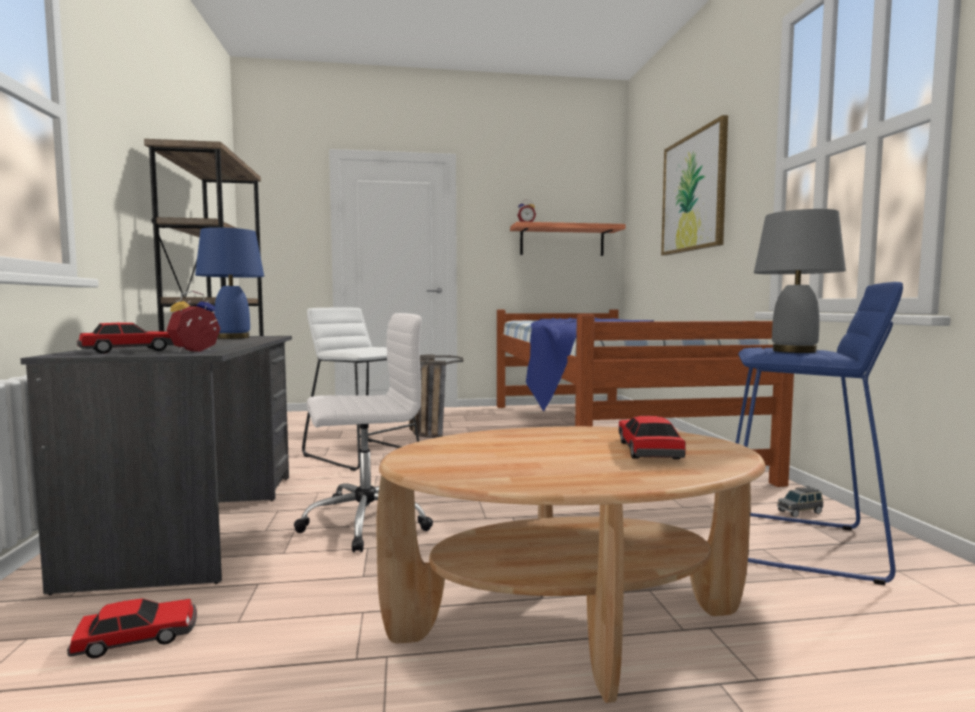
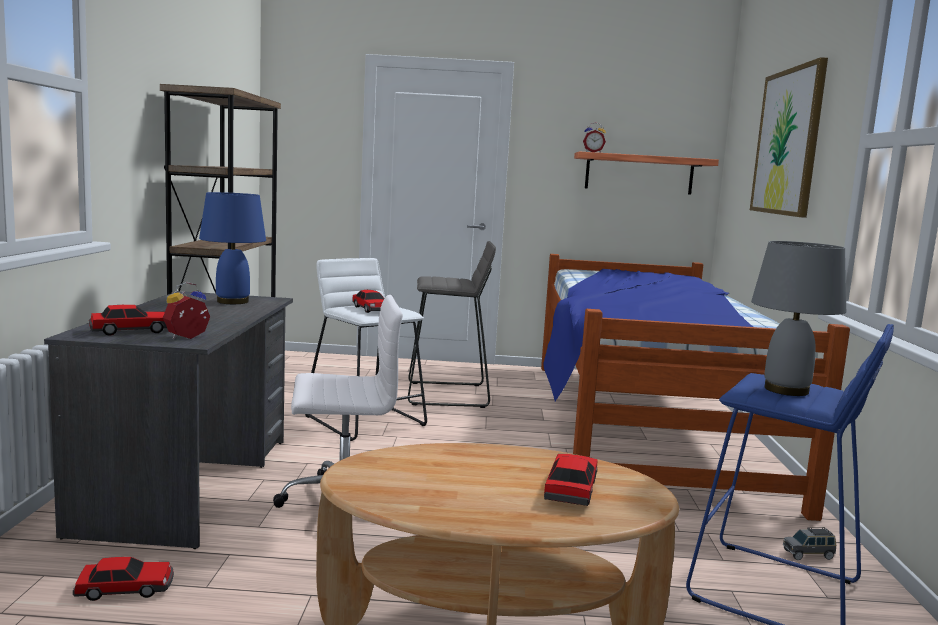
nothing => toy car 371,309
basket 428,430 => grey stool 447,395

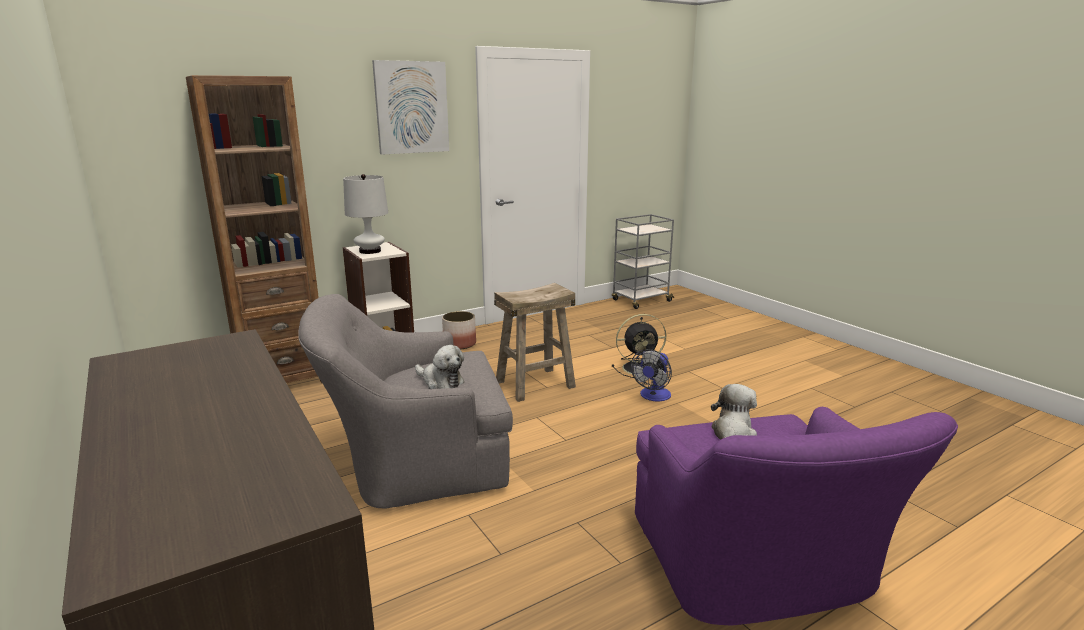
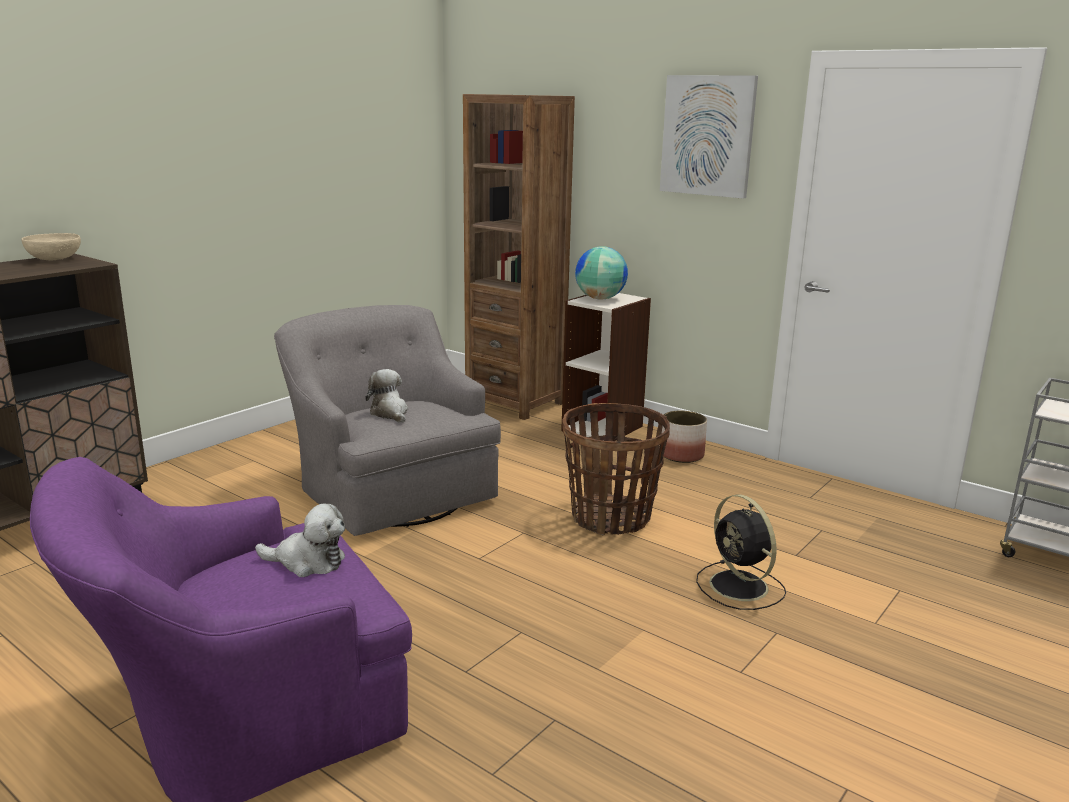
fan 653,396 => nothing
nothing => beige bowl 54,259
white table lamp 370,251 => globe 599,298
beige stool 535,384 => basket 611,517
plush toy 440,381 => plush toy 390,413, 135 degrees clockwise

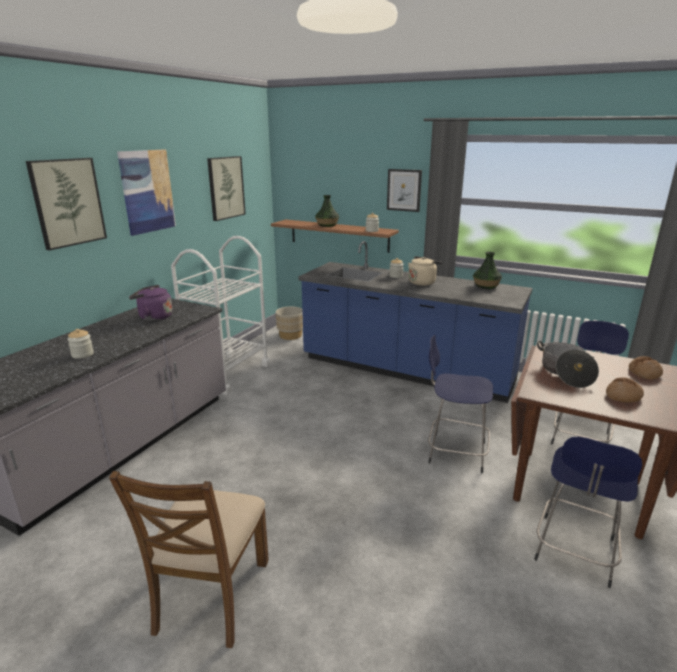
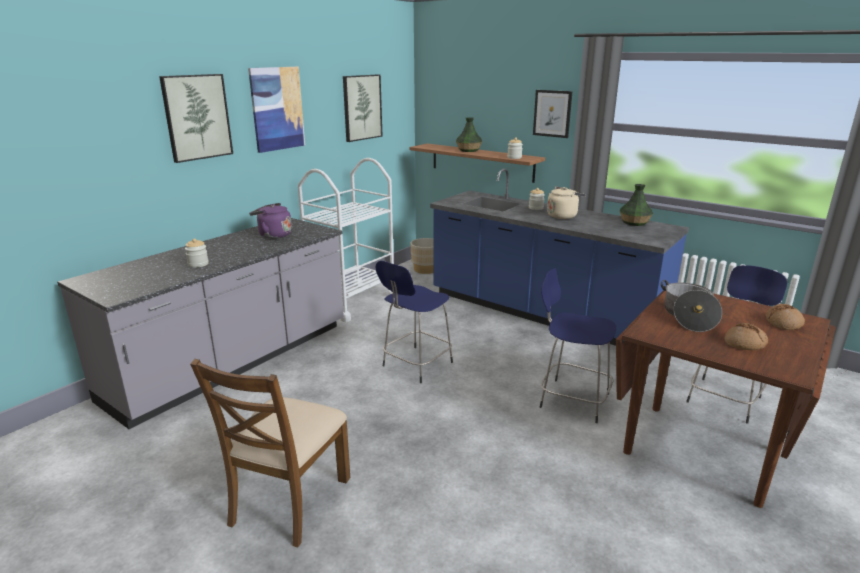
blue stool 574,552 => blue stool 416,365, shifted

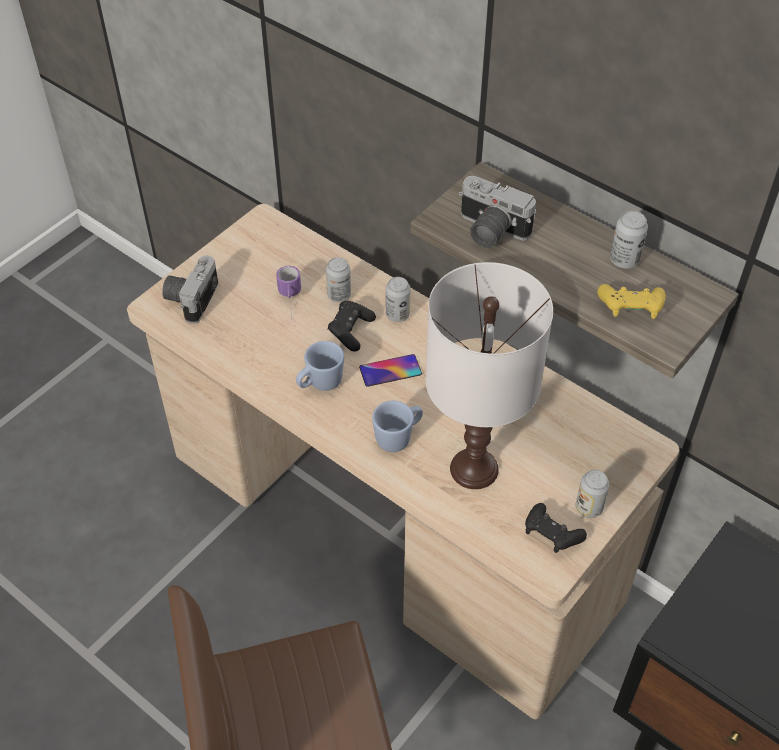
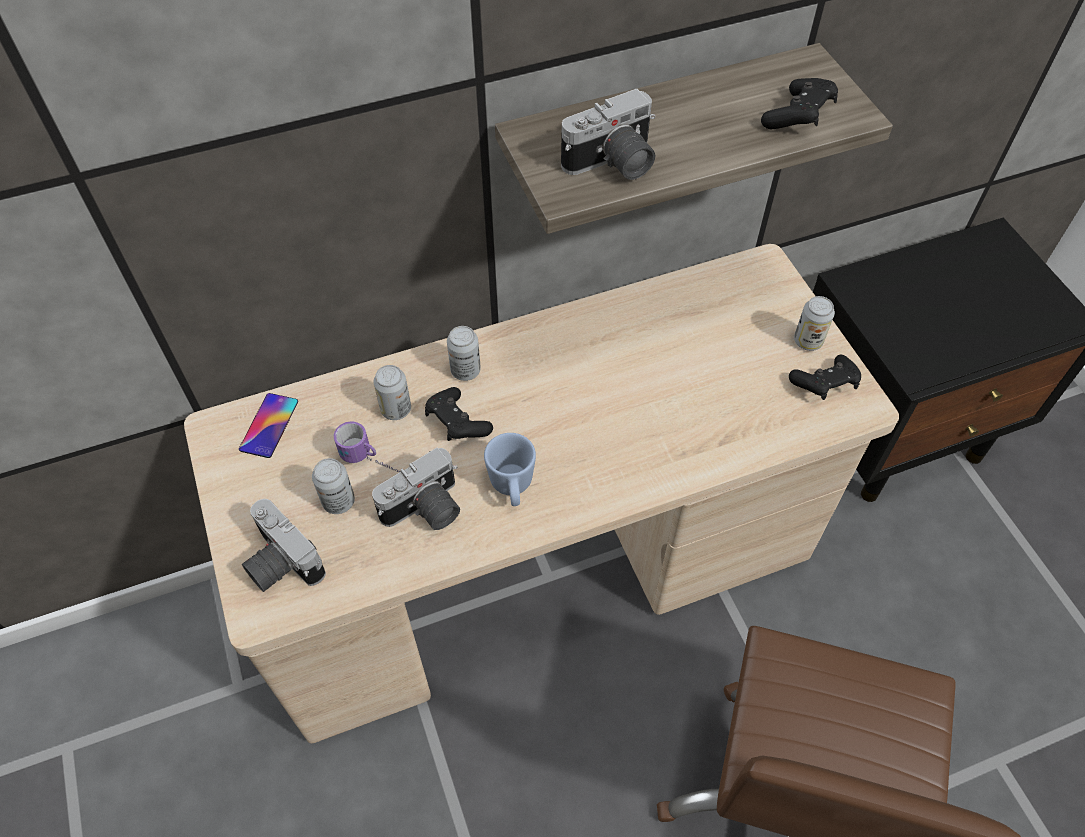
blue mug 398,437 => nothing
white table lamp 475,469 => nothing
nothing => photo camera 425,510
phone 390,371 => phone 269,425, shifted
can 624,260 => can 338,501, shifted
yellow game controller 630,309 => black game controller 798,117

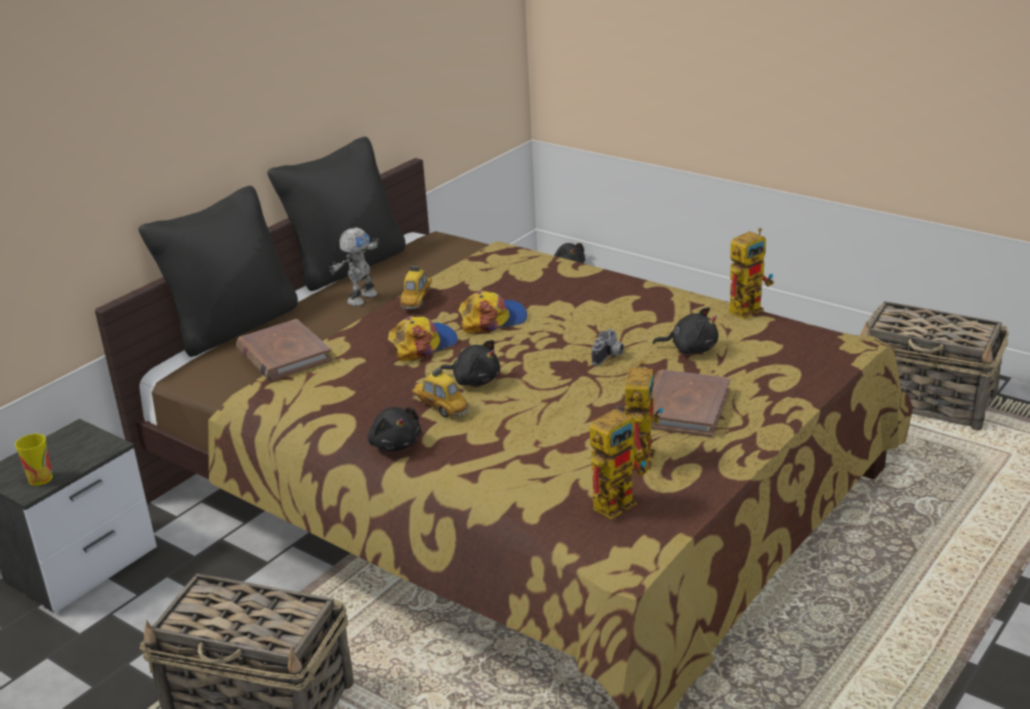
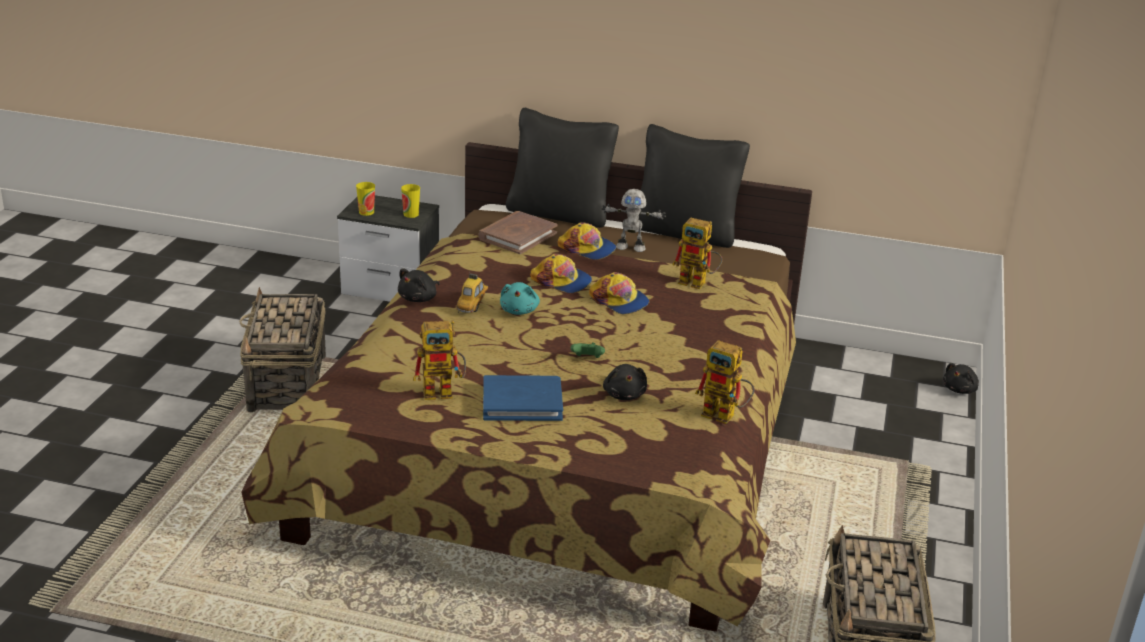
toy car 417,301 => nothing
nothing => cup 411,214
nothing => cap 587,249
toy robot 617,500 => toy robot 698,283, shifted
photo camera 609,357 => green game controller 587,359
black plush toy 474,380 => turquoise plush toy 519,310
brown book 683,408 => blue book 522,402

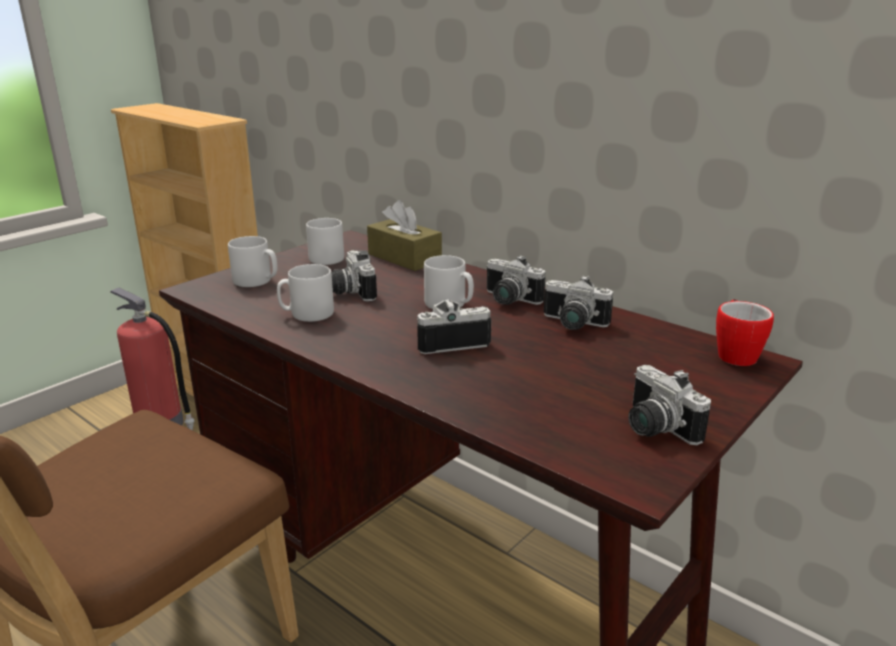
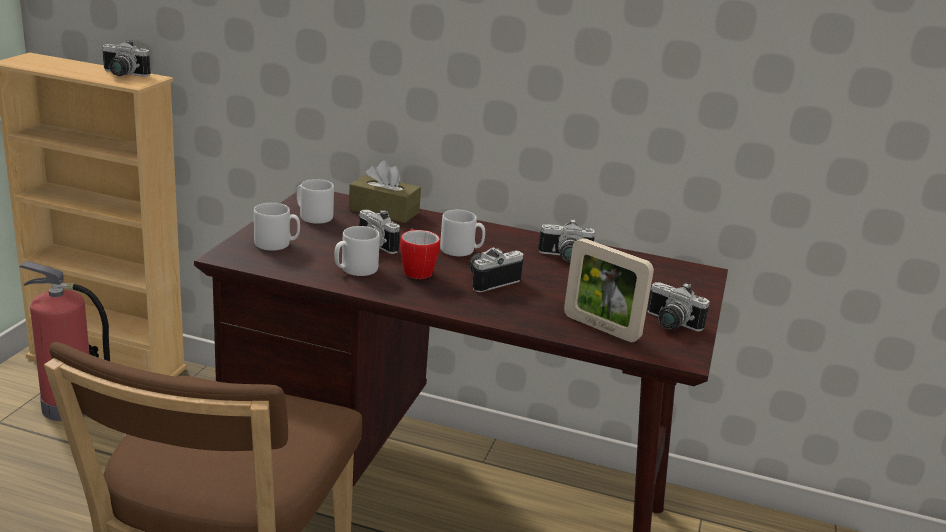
nothing => picture frame 601,328
photo camera 508,300 => photo camera 122,74, shifted
mug 734,354 => mug 416,270, shifted

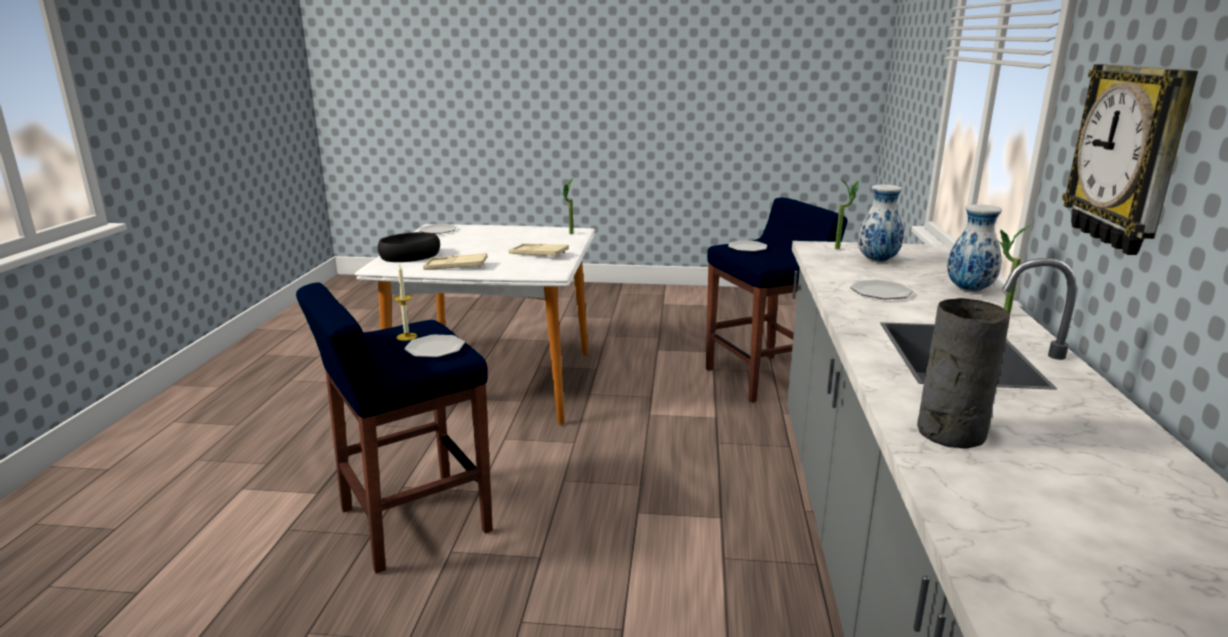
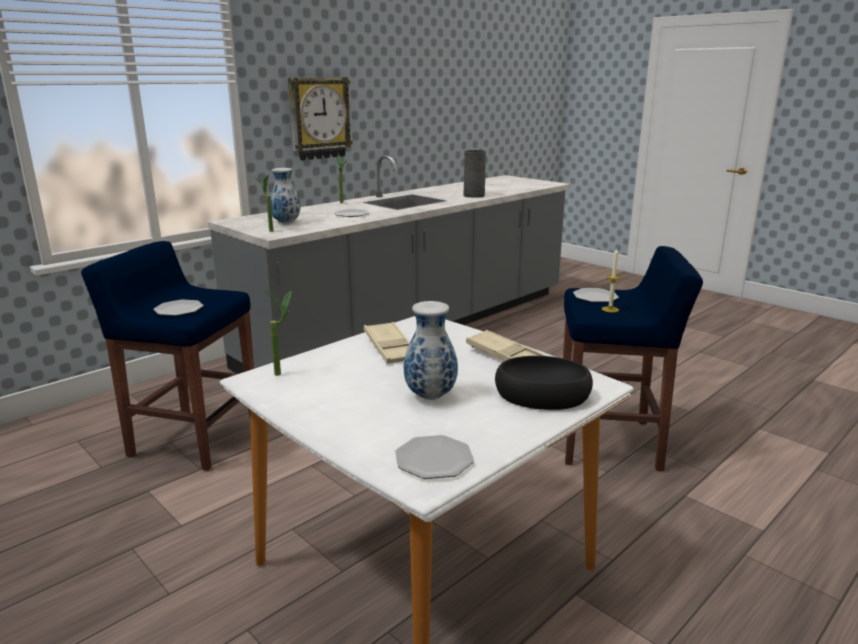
vase 970,290 => vase 429,395, shifted

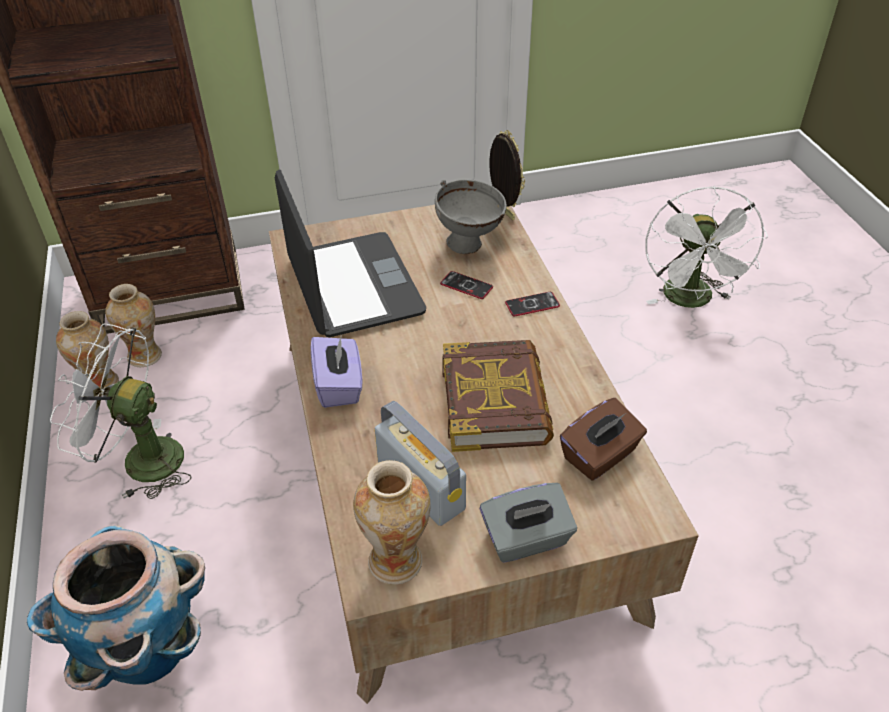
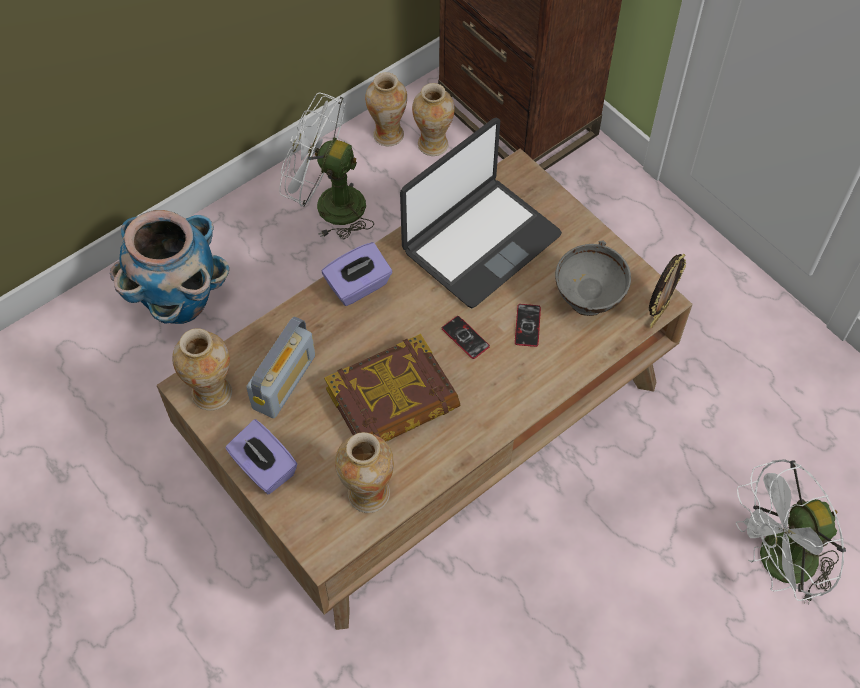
phone 532,305 => phone 465,338, shifted
brown tissue box 600,456 => vase 368,494
grey tissue box 526,539 => purple tissue box 264,468
white fan 140,460 => white fan 329,204, 60 degrees counterclockwise

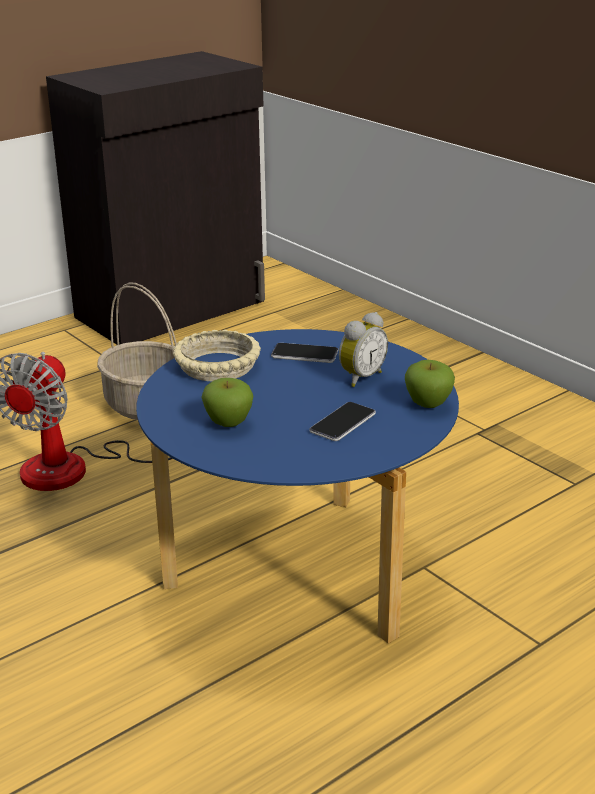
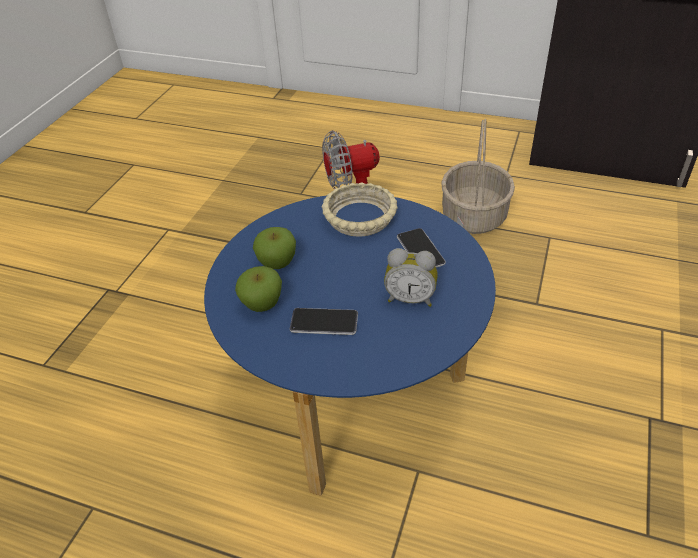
apple 428,404 => apple 262,305, shifted

